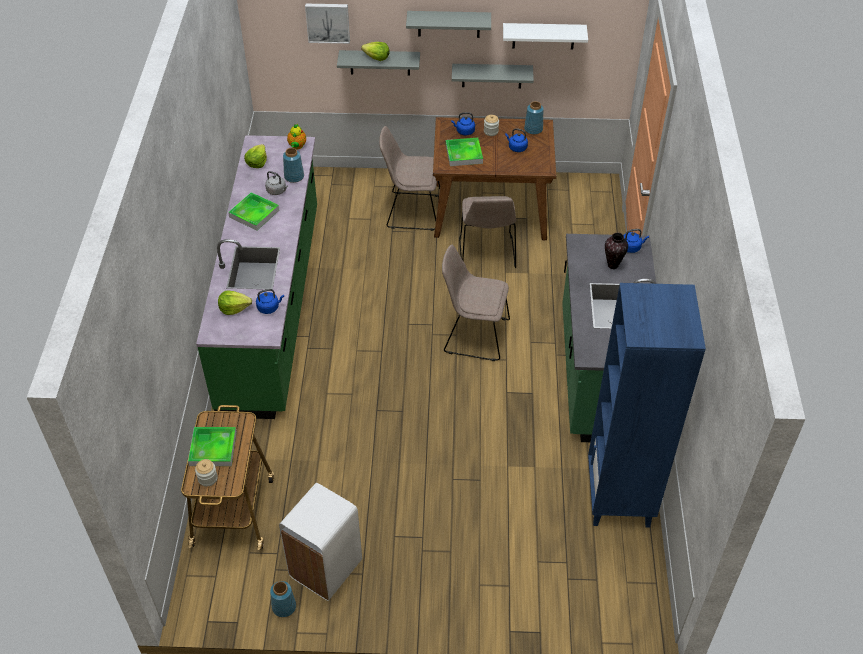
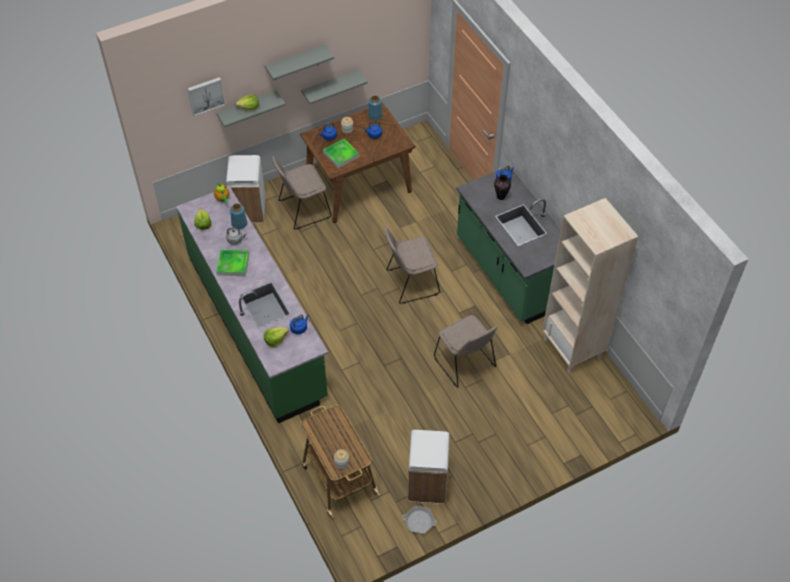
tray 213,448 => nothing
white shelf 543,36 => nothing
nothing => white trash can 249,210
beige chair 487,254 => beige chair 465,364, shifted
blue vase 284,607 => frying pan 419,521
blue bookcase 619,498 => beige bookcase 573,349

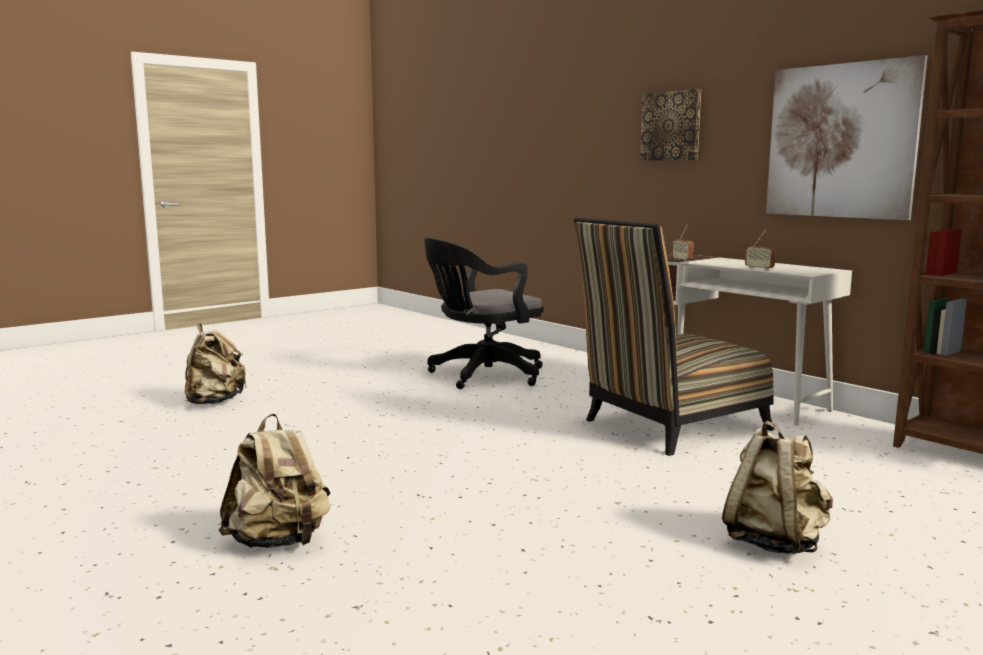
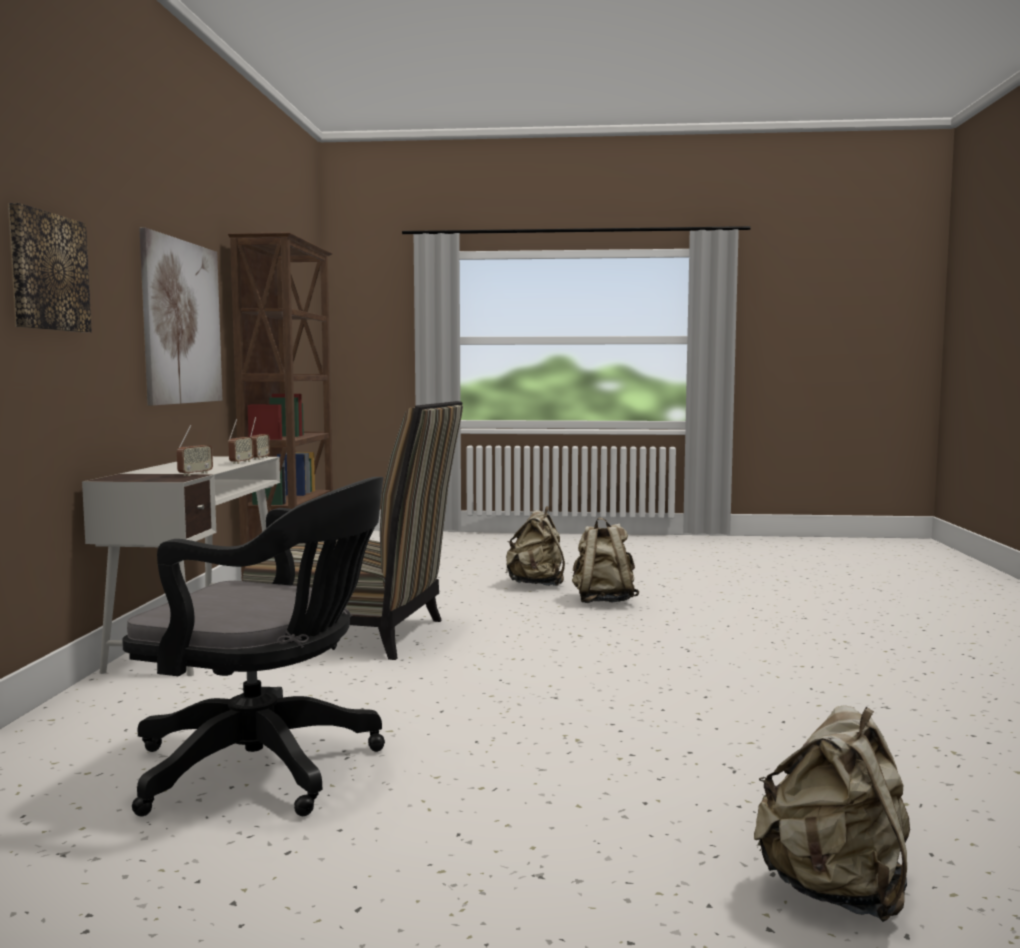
nothing => radio 260,458
beige backpack 279,542 => beige backpack 603,601, shifted

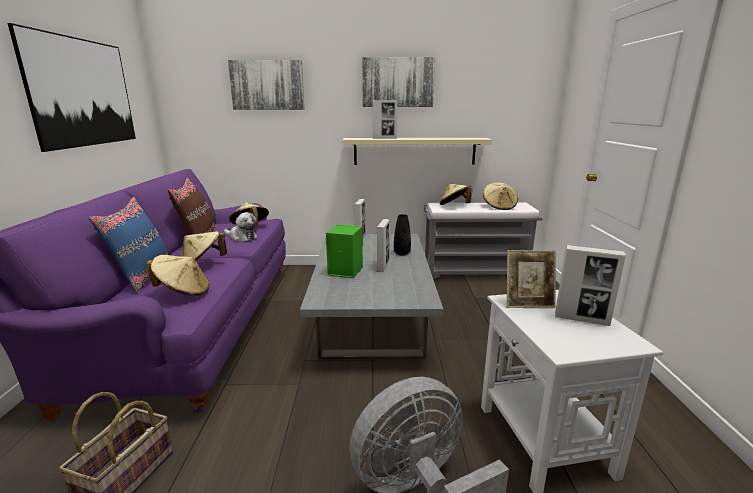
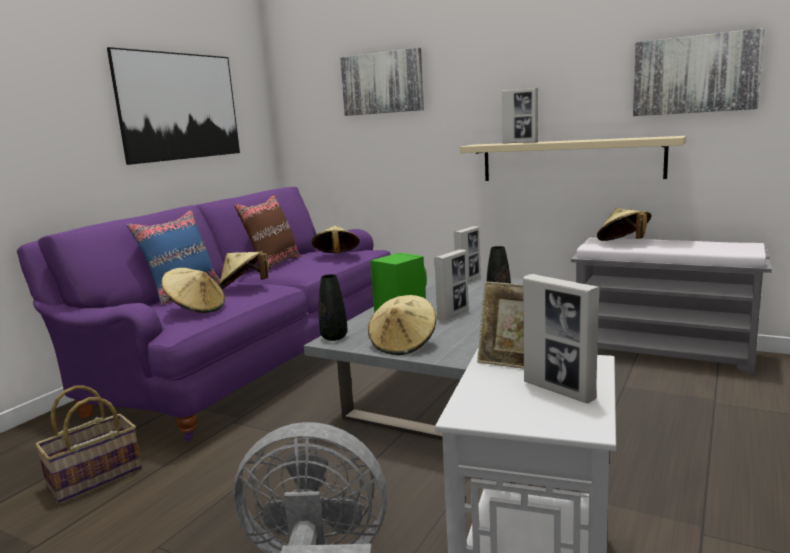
plush toy 241,237 => nothing
nothing => black vase 334,337
picture 398,82 => picture 695,74, shifted
beige hat 499,206 => beige hat 403,345, shifted

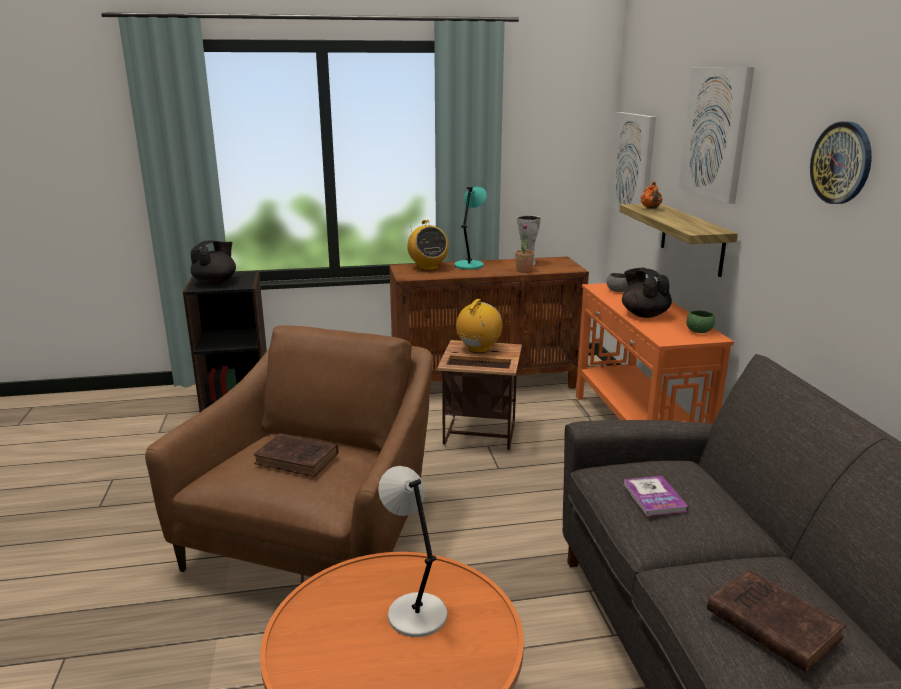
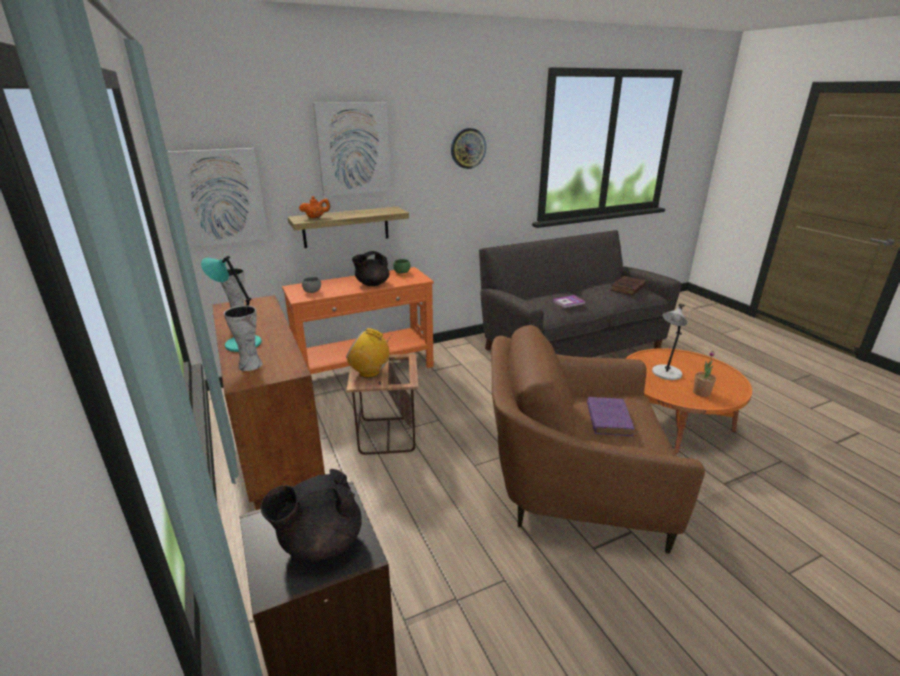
potted plant 524,270 => potted plant 701,392, shifted
radio 428,267 => vase 249,365
brown book 298,459 => purple book 608,418
black teapot 215,282 => black teapot 320,543, 45 degrees counterclockwise

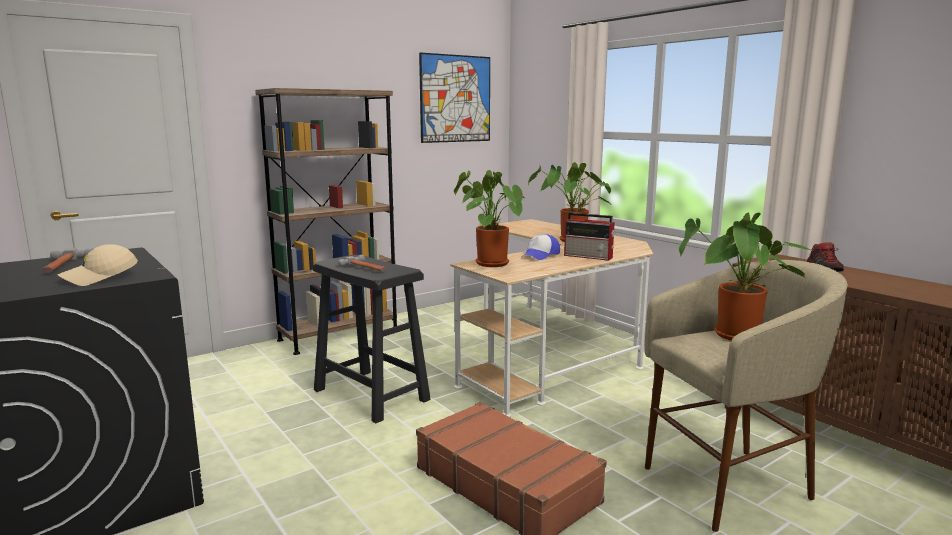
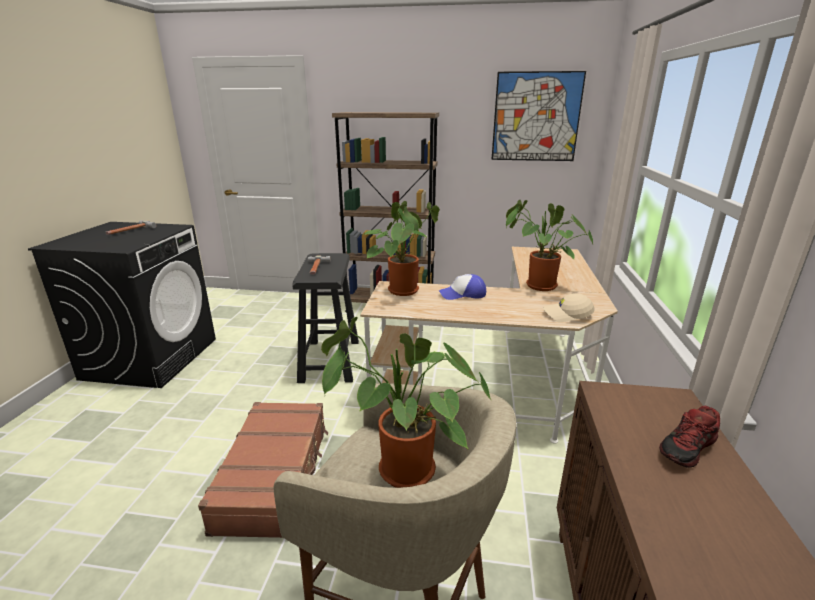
radio 589,256 => nothing
beige cap 100,278 => beige cap 567,315, shifted

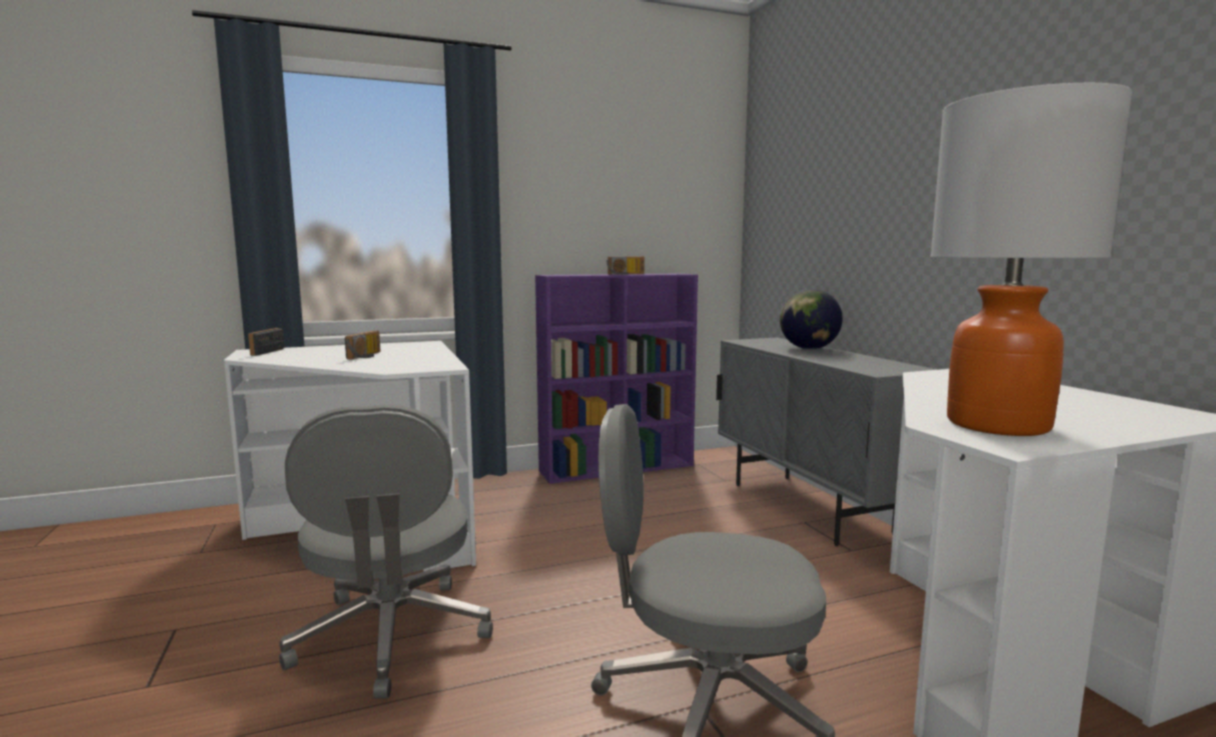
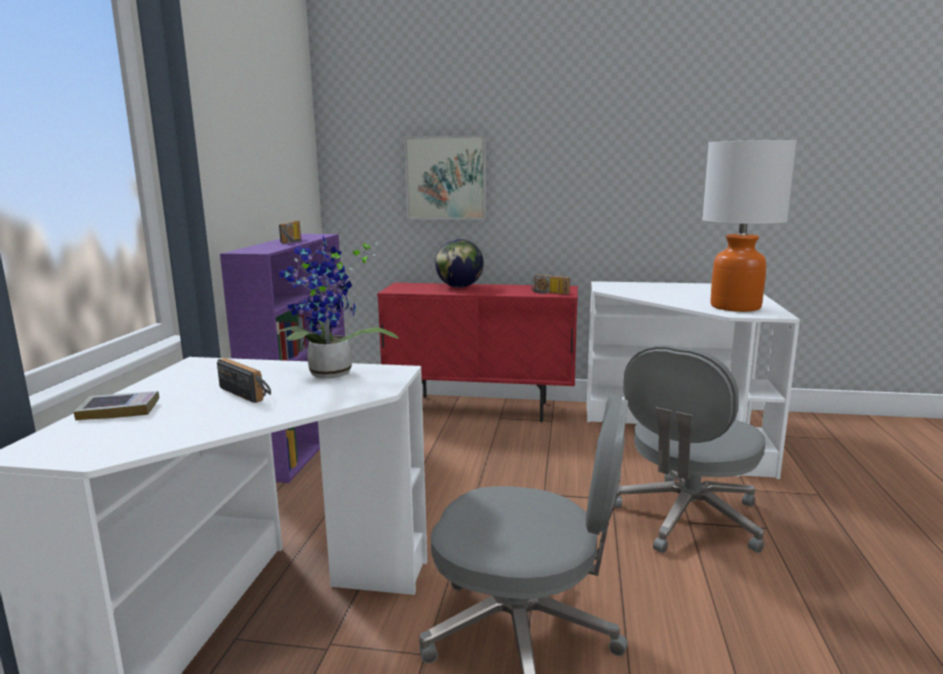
nothing => book 119,410
nothing => potted plant 330,375
nothing => picture 445,178
radio 264,351 => radio 548,293, shifted
grey cabinet 809,508 => red cabinet 480,409

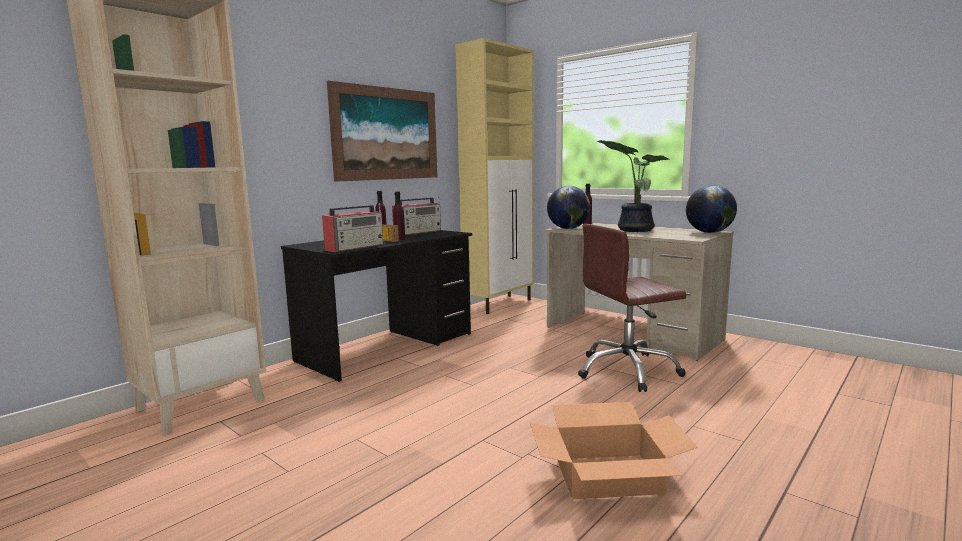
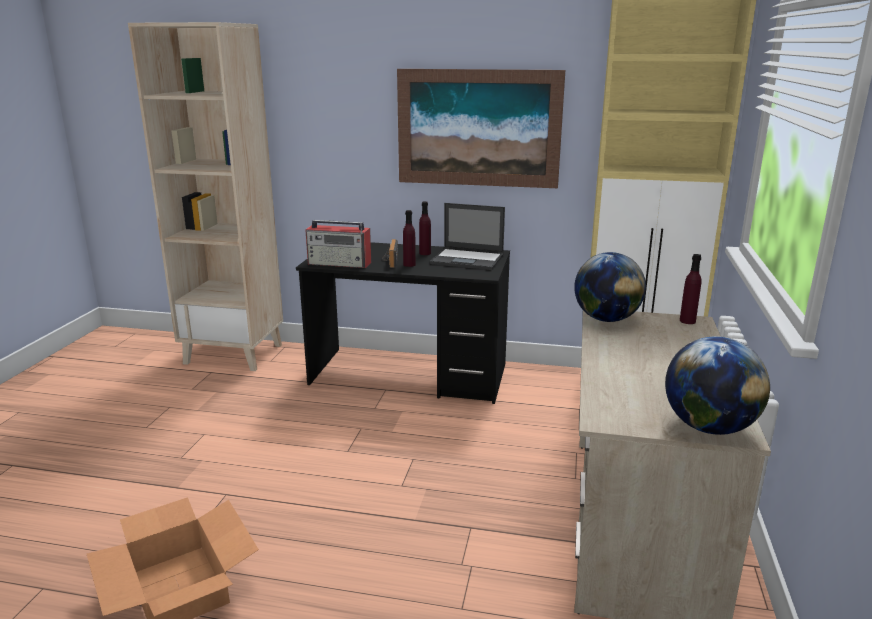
brown office chair 627,370 => nothing
potted plant 633,230 => nothing
radio 418,232 => laptop 468,259

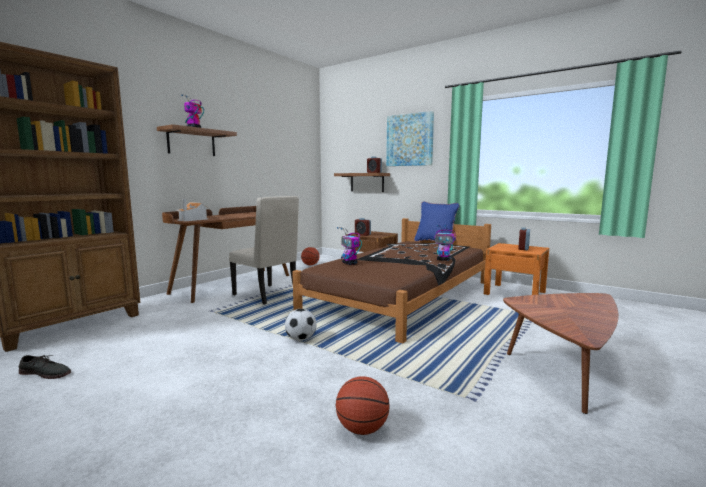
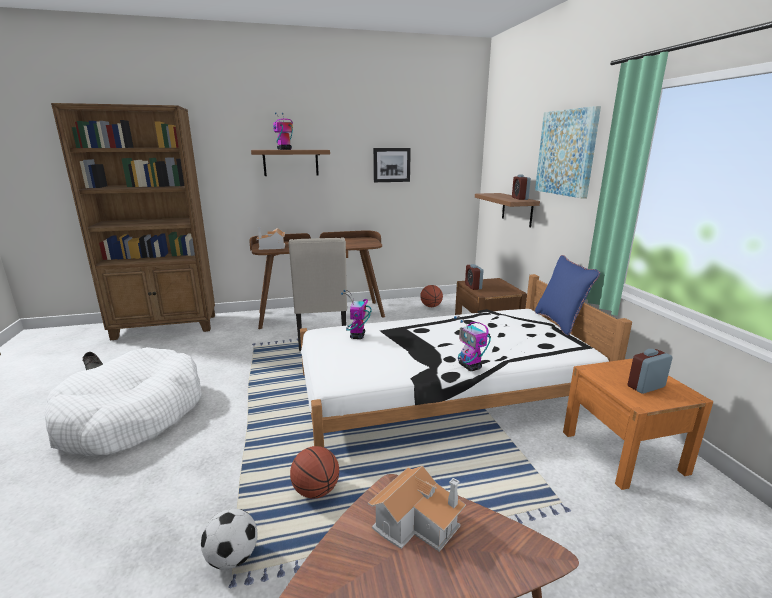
nothing => white dog bed 132,415
nothing => toy house 417,522
nothing => picture 391,165
football 301,339 => football 232,558, shifted
basketball 362,429 => basketball 316,491, shifted
brown bed 402,296 => white bed 445,391

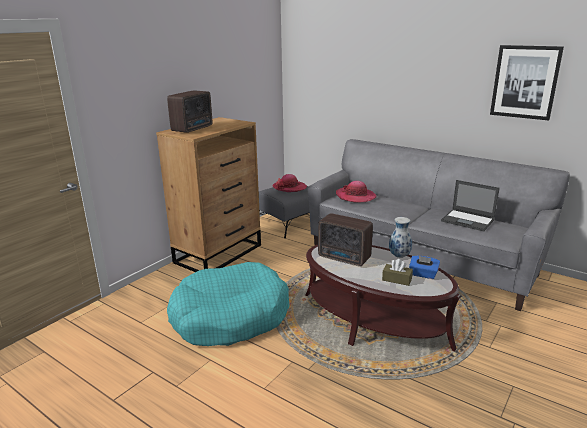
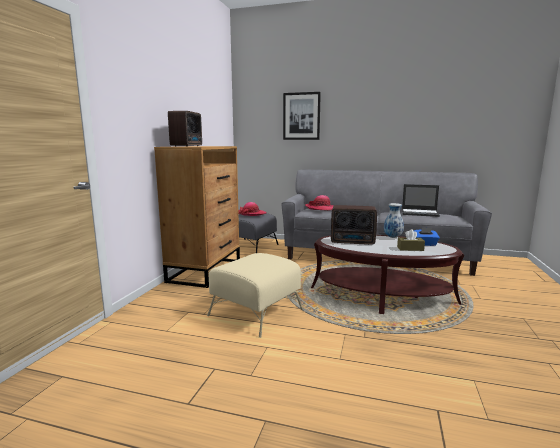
picture 525,82 => picture 301,116, shifted
turquoise dog bed 230,317 => beige ottoman 256,312

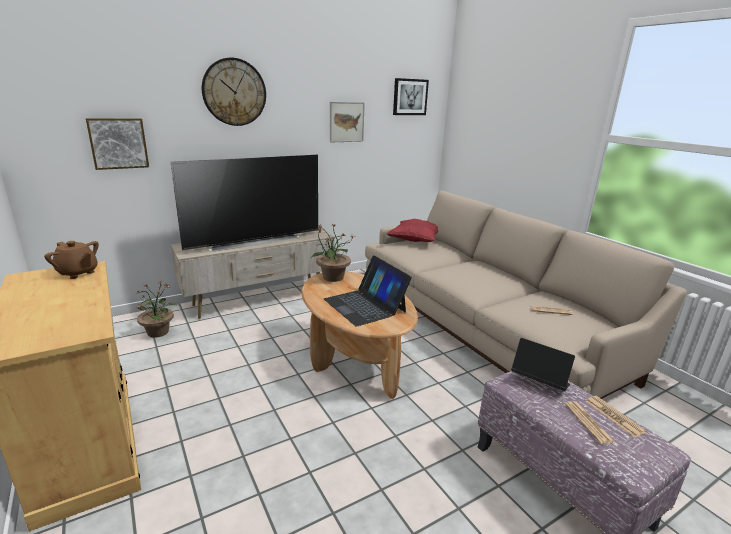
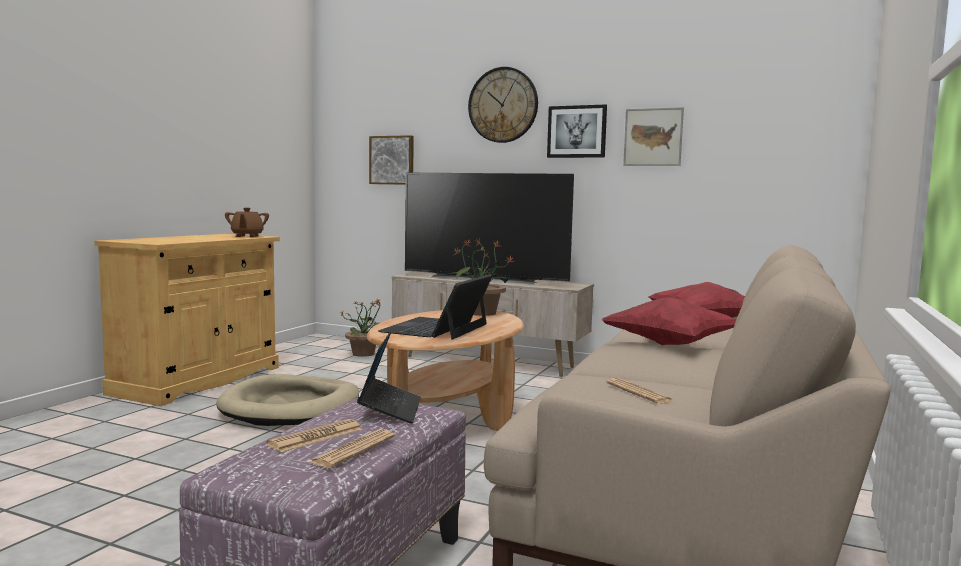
nothing => beige dog bed 291,407
nothing => red pillow 670,345
picture 410,97 => picture 577,131, shifted

